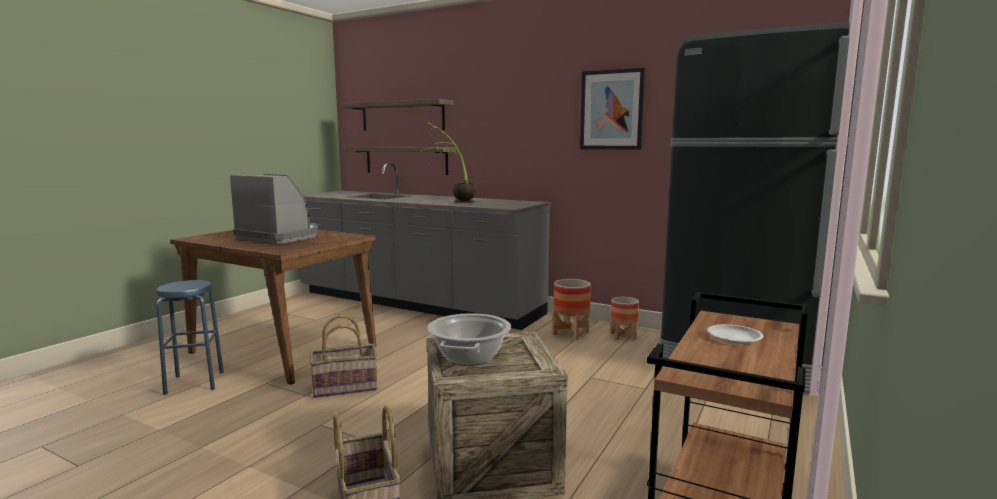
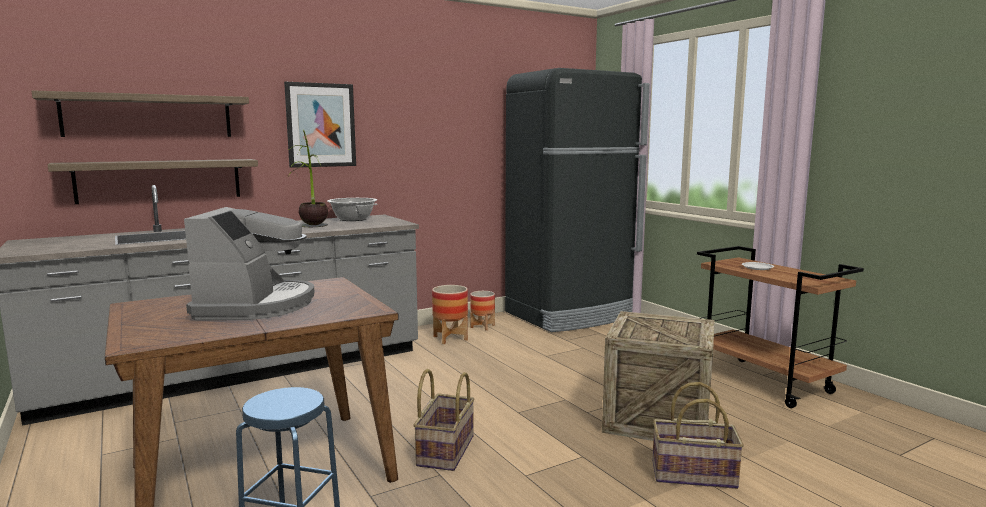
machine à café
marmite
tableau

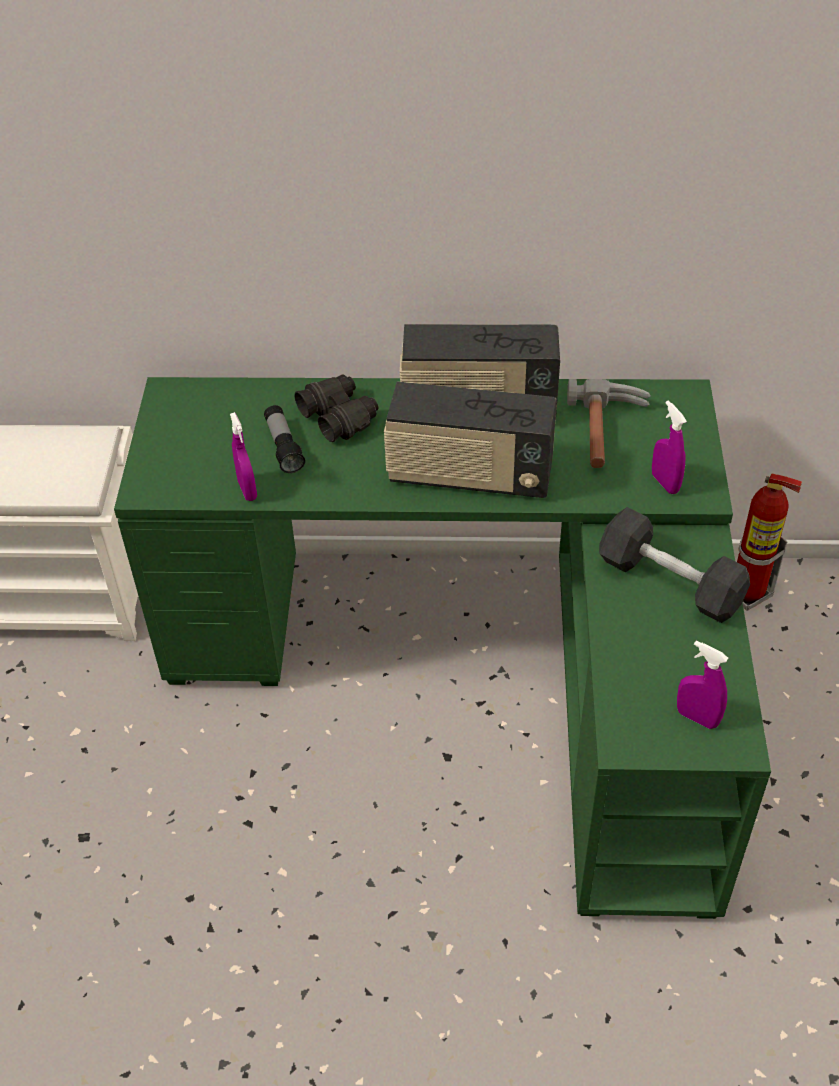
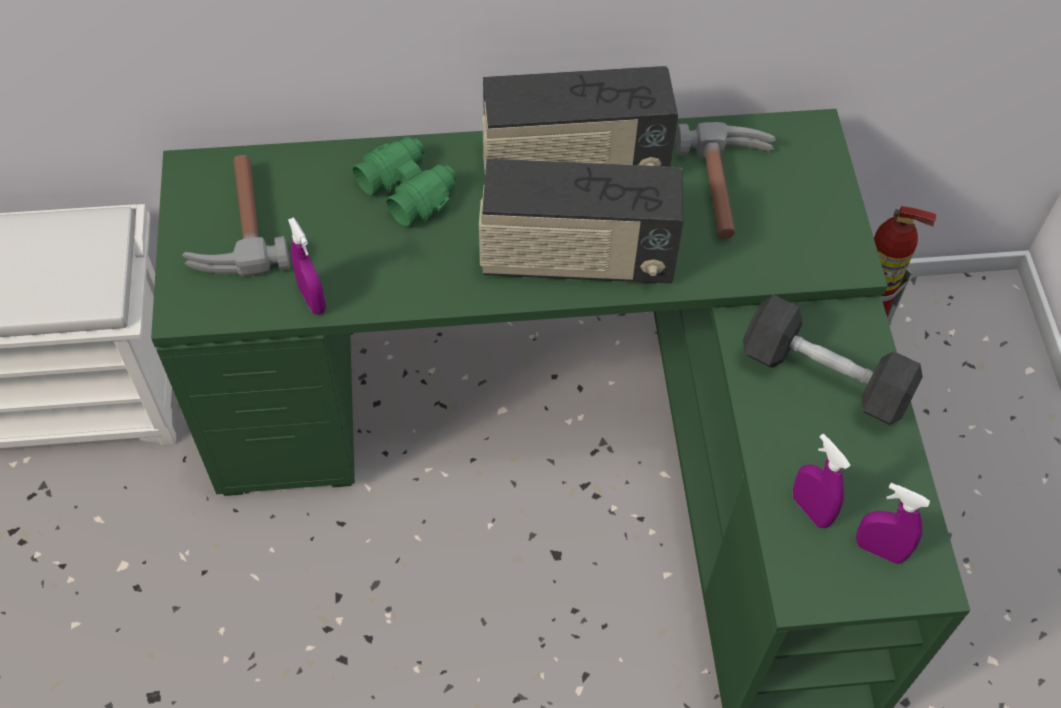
lampe de poche
jumelles (vert)
vaporisateur (violet) (2nd from left)
marteau (1st from left)

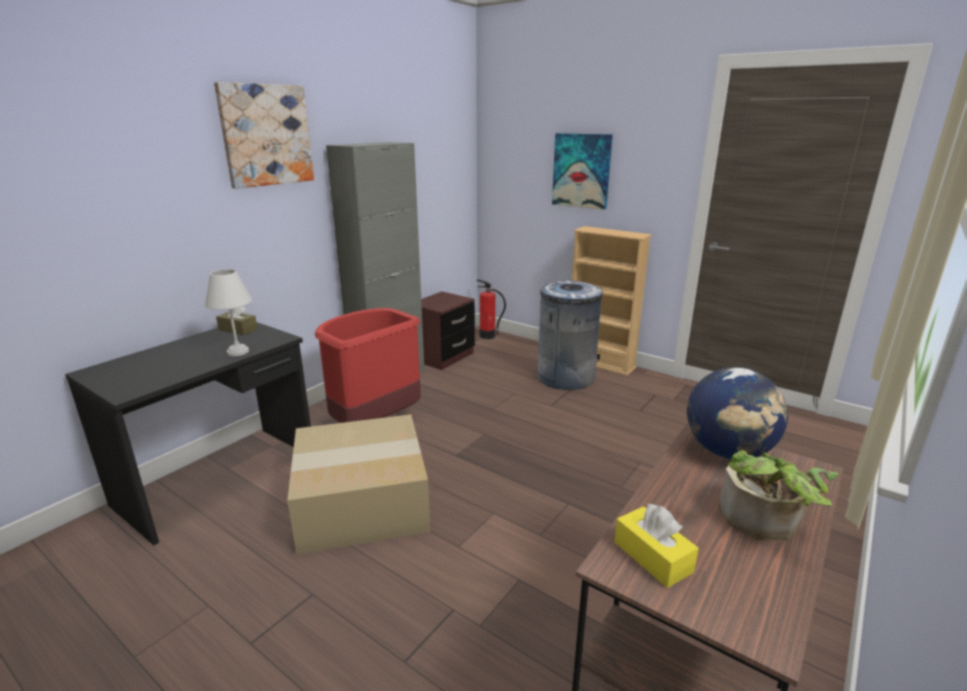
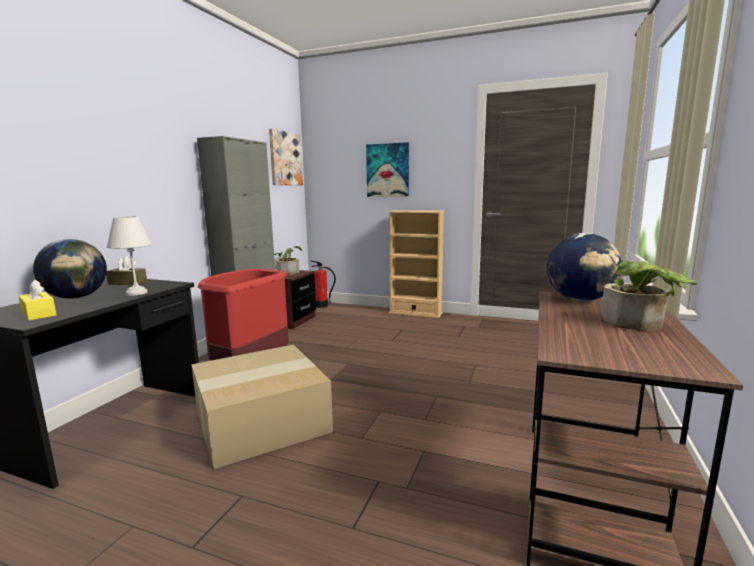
tableau (1st from left)
poubelle (gris)
boîte à mouchoirs (jaune)
globe (1st from left)
plante en pot (1st from left)

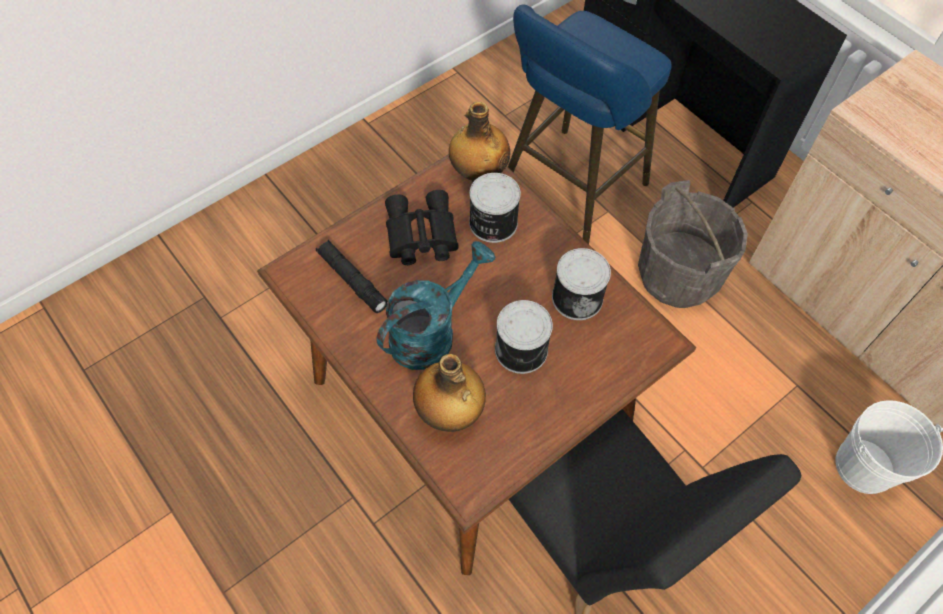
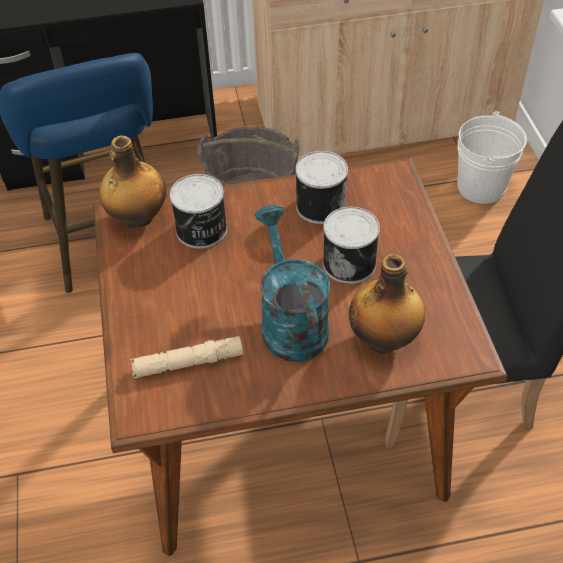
lampe de poche (beige)
jumelles (noir)

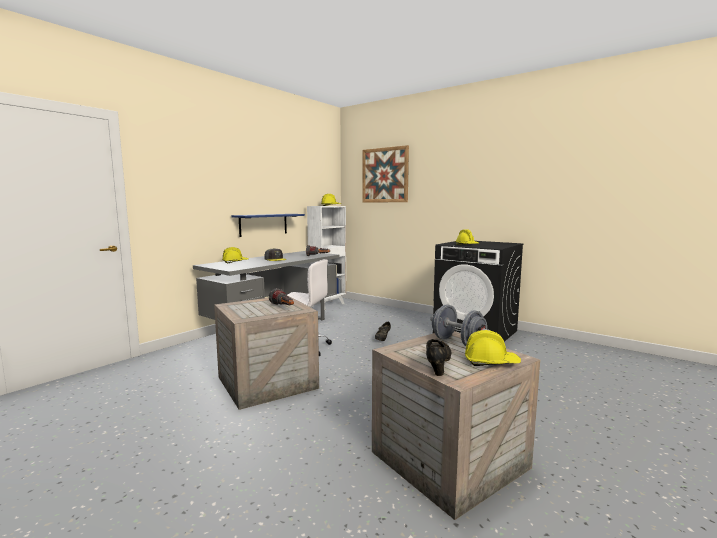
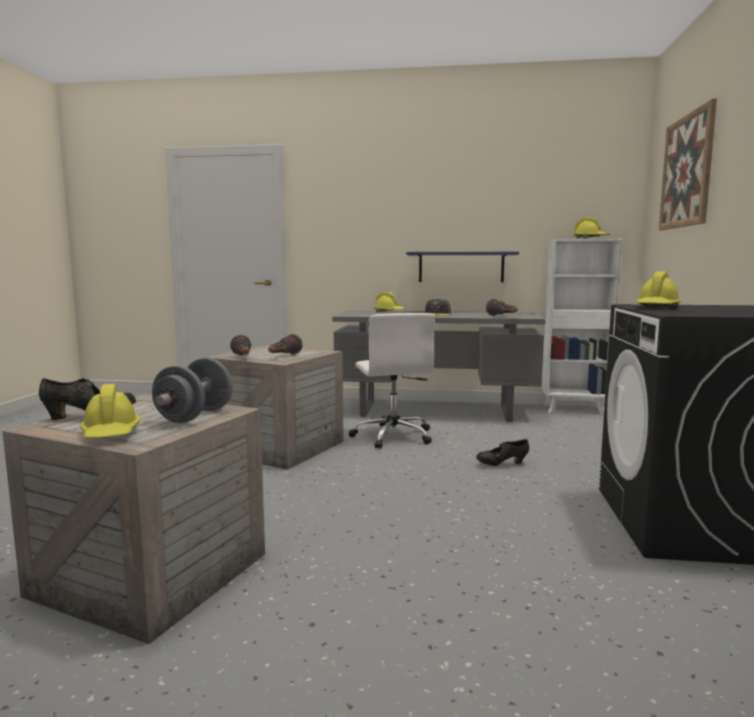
lampe de poche (1st from left)

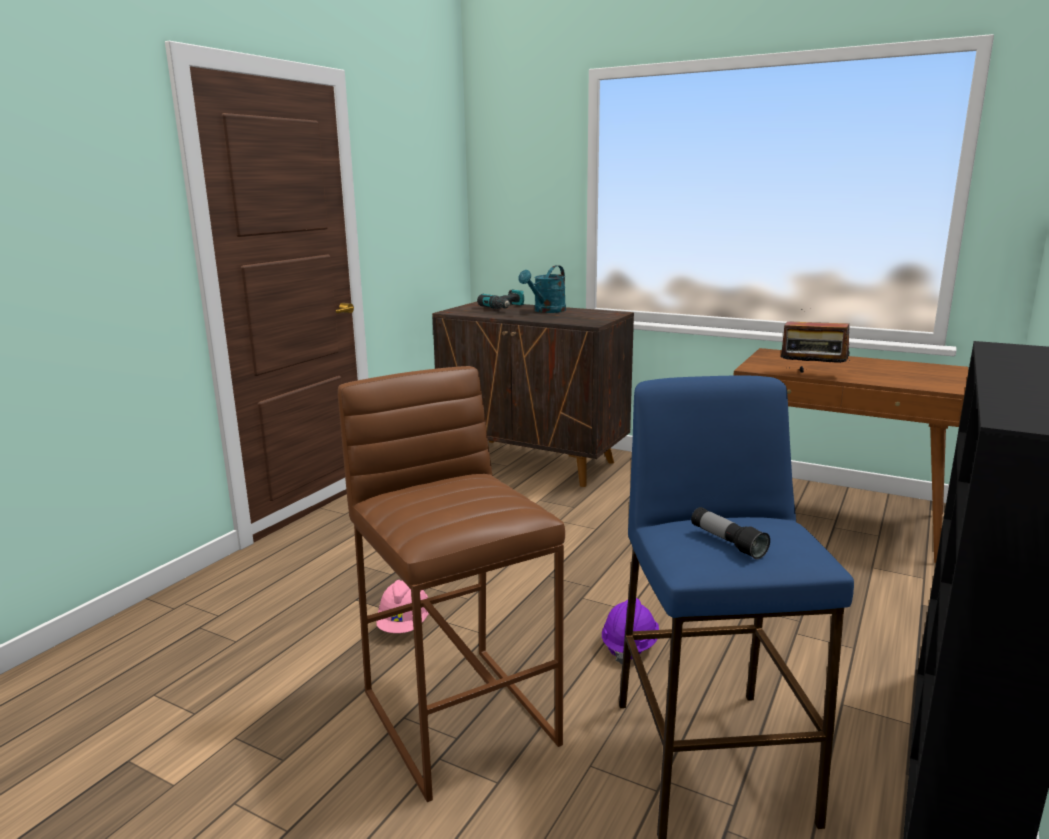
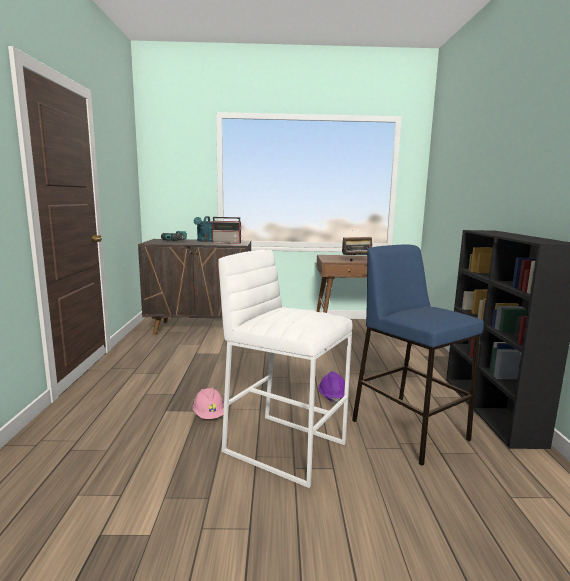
tabouret (blanc)
lampe de poche
radio (1st from left)

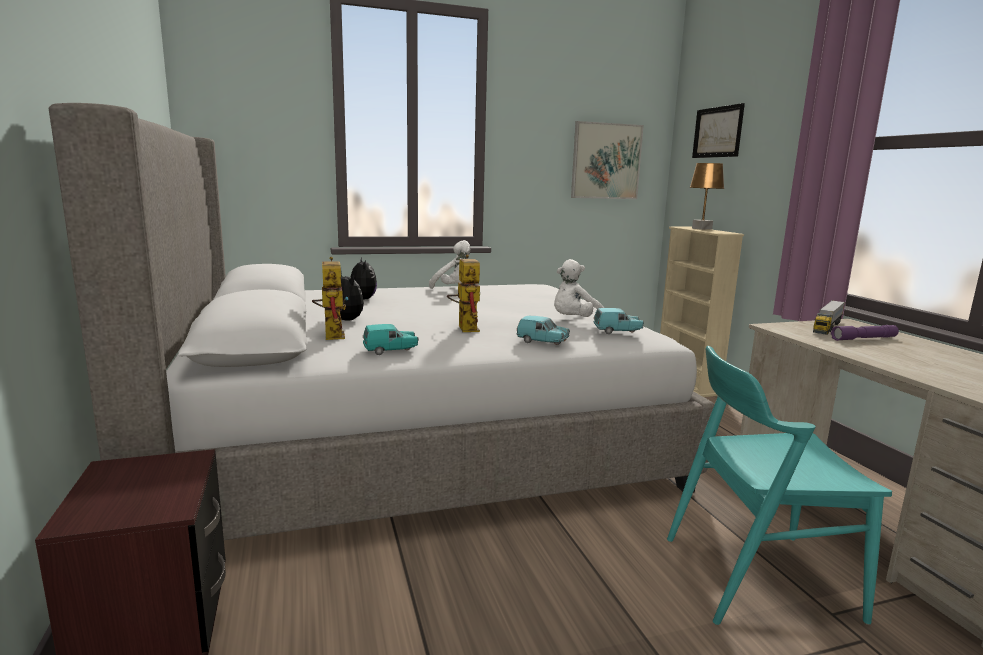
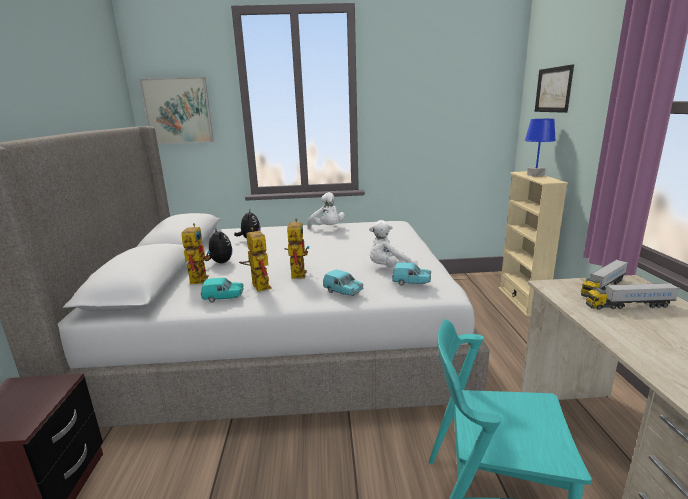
tableau (1st from left)
lampe de table (bleu)
camion jouet (2nd from left)
robot jouet (2nd from left)

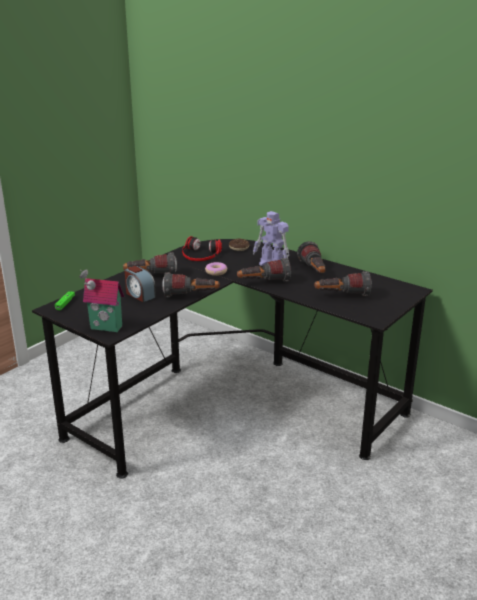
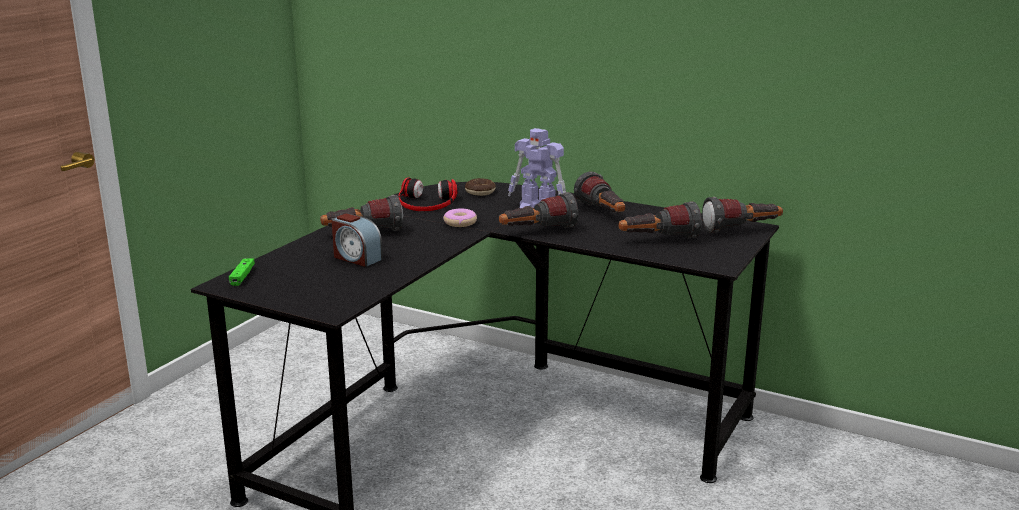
maison miniature
lampe de poche (5th from left)

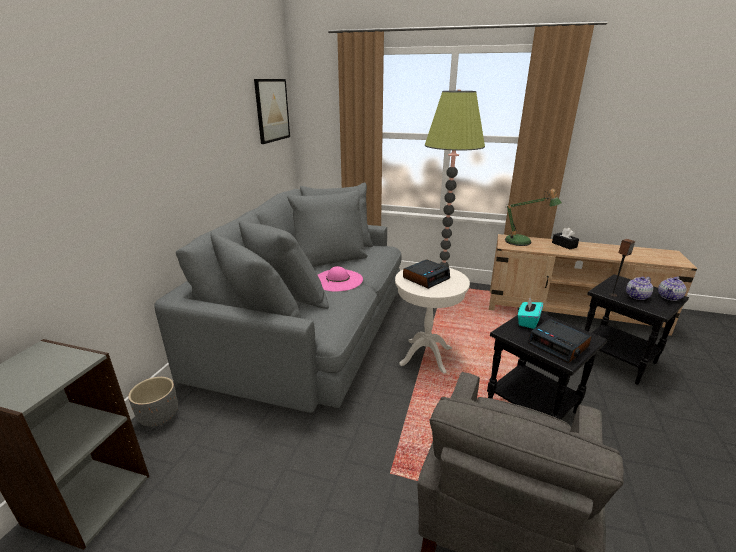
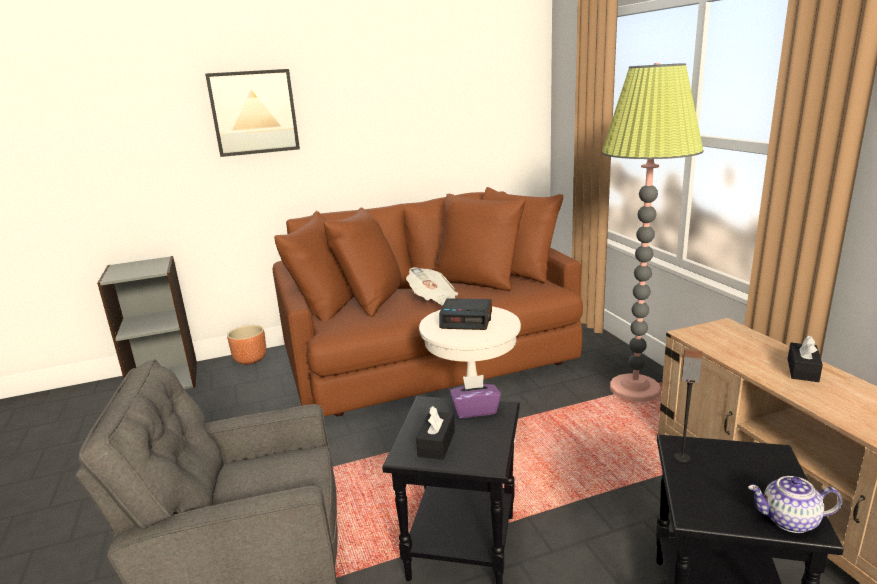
cache-pot (marron)
canapé (marron)
tableau
journal
lampe de table
boîte à mouchoirs (violet)
boîte à mouchoirs (noir) (1st from left)
théière (1st from left in the first image)

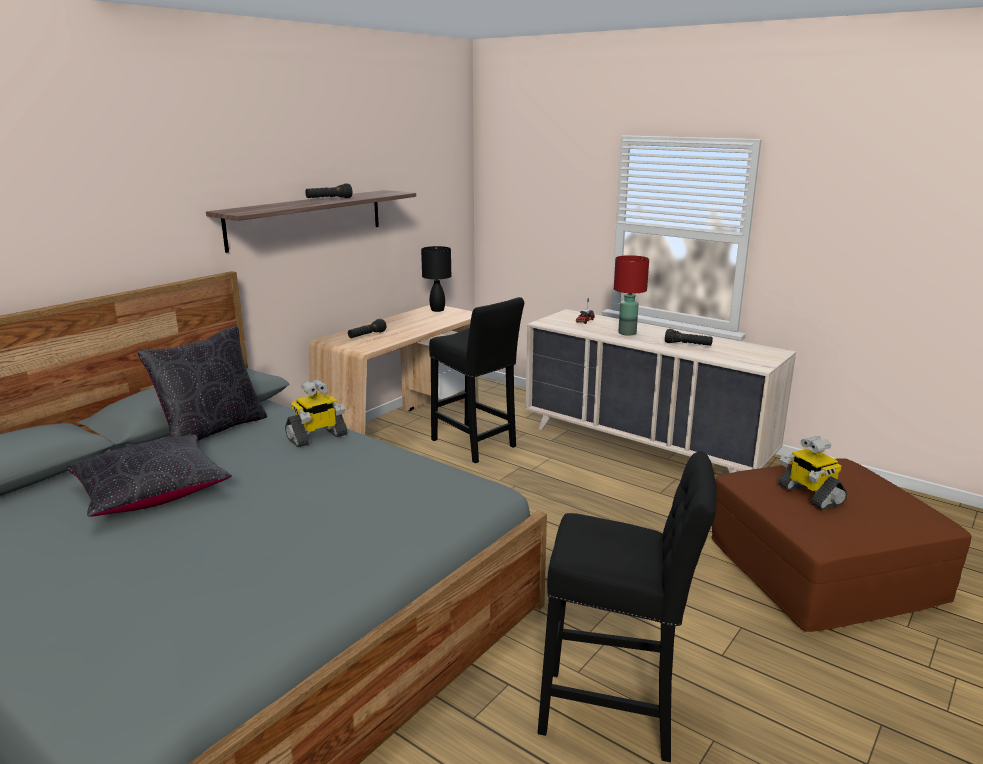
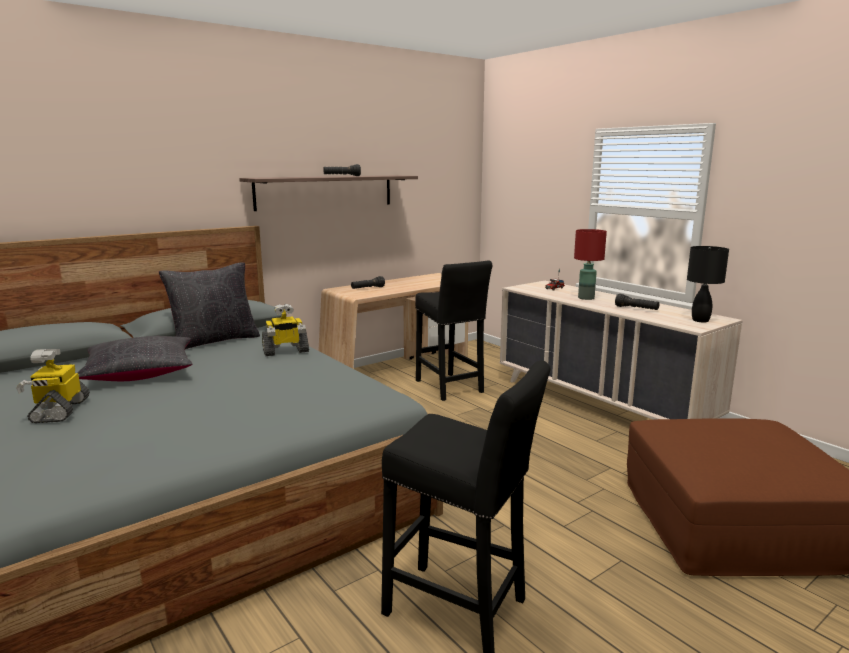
lampe de table (noir)
robot jouet (1st from left)

